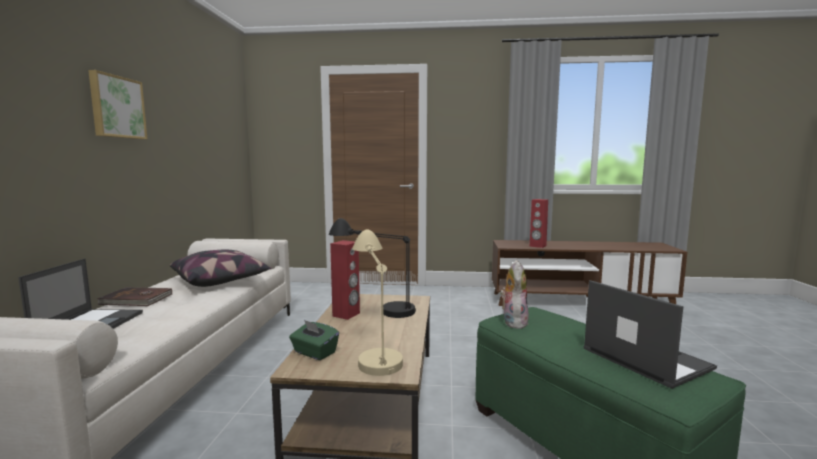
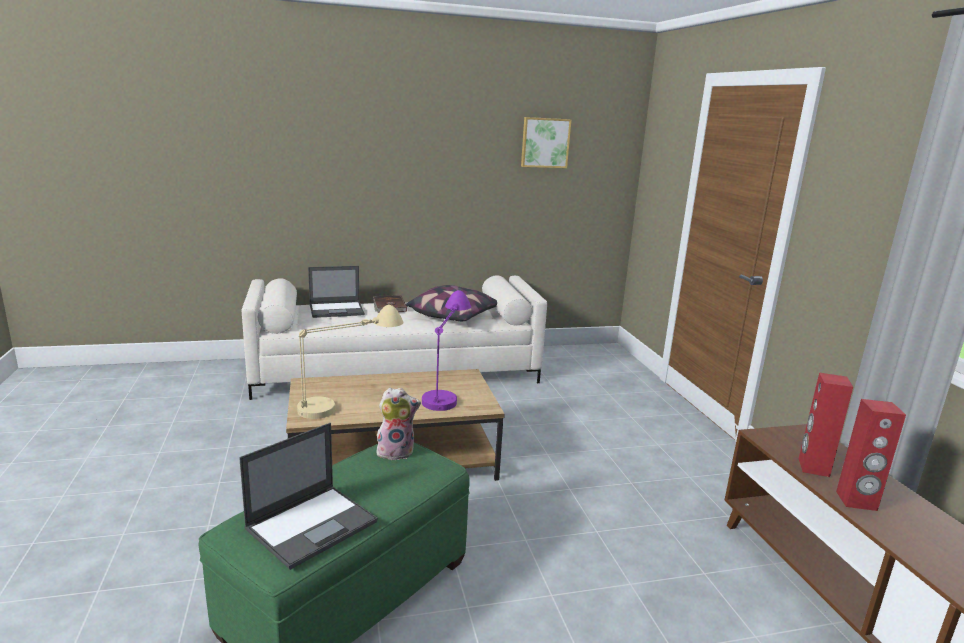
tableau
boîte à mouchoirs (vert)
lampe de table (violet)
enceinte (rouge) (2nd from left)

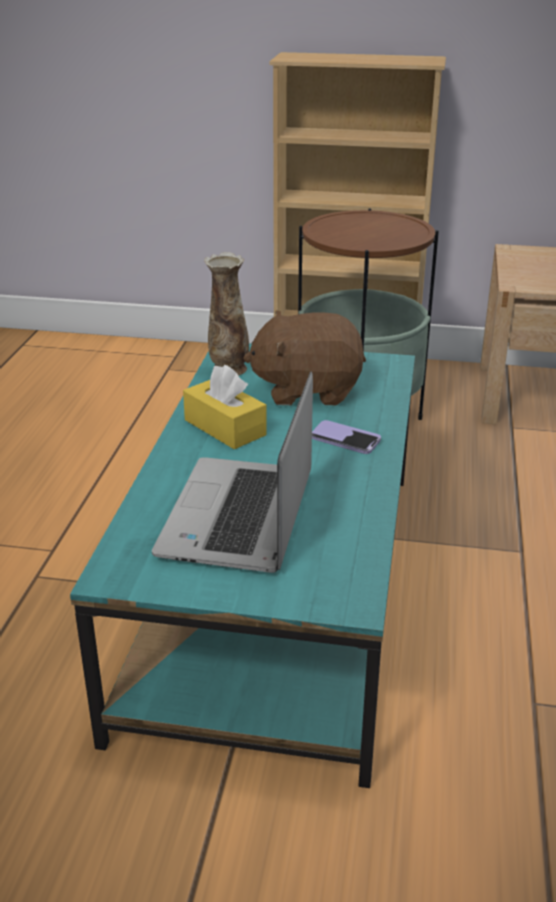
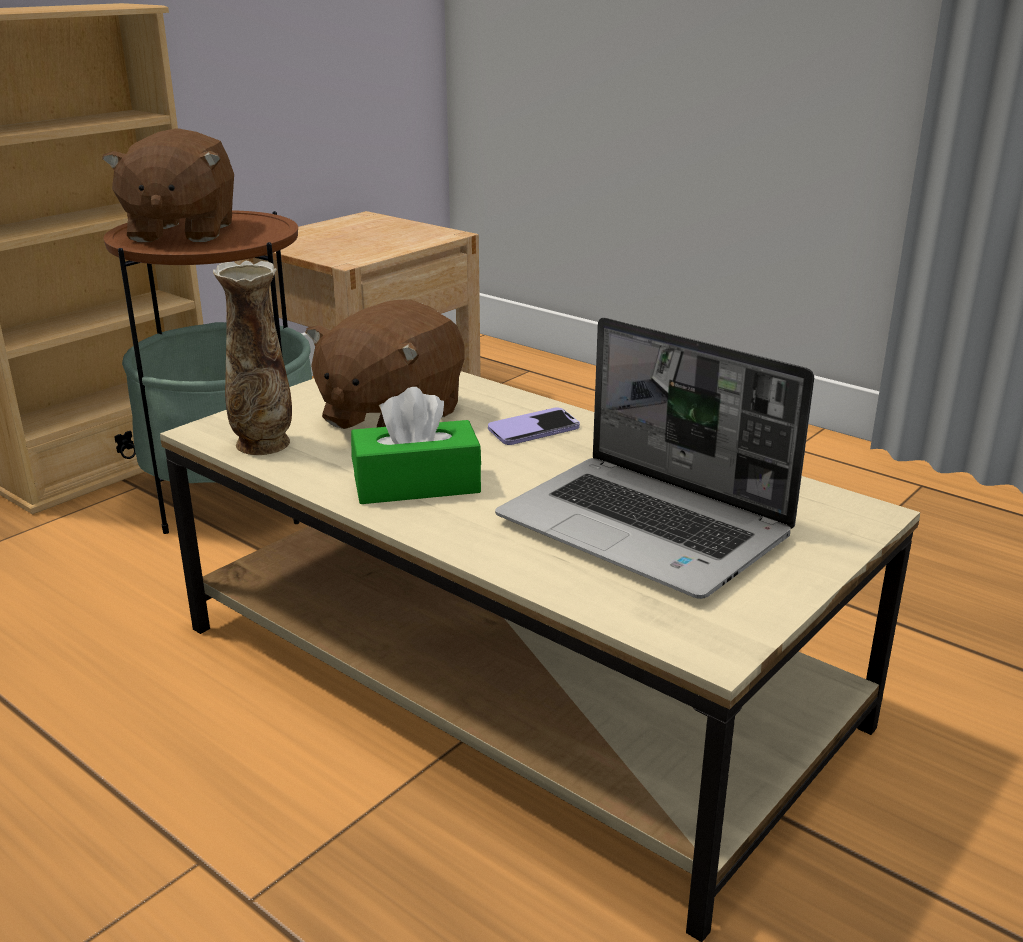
table basse (beige)
boîte à mouchoirs (vert)
peluche (marron) (1st from left)

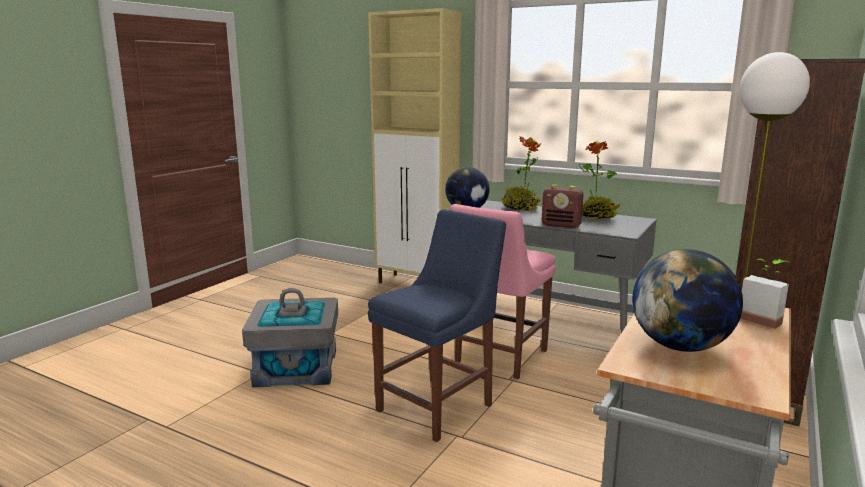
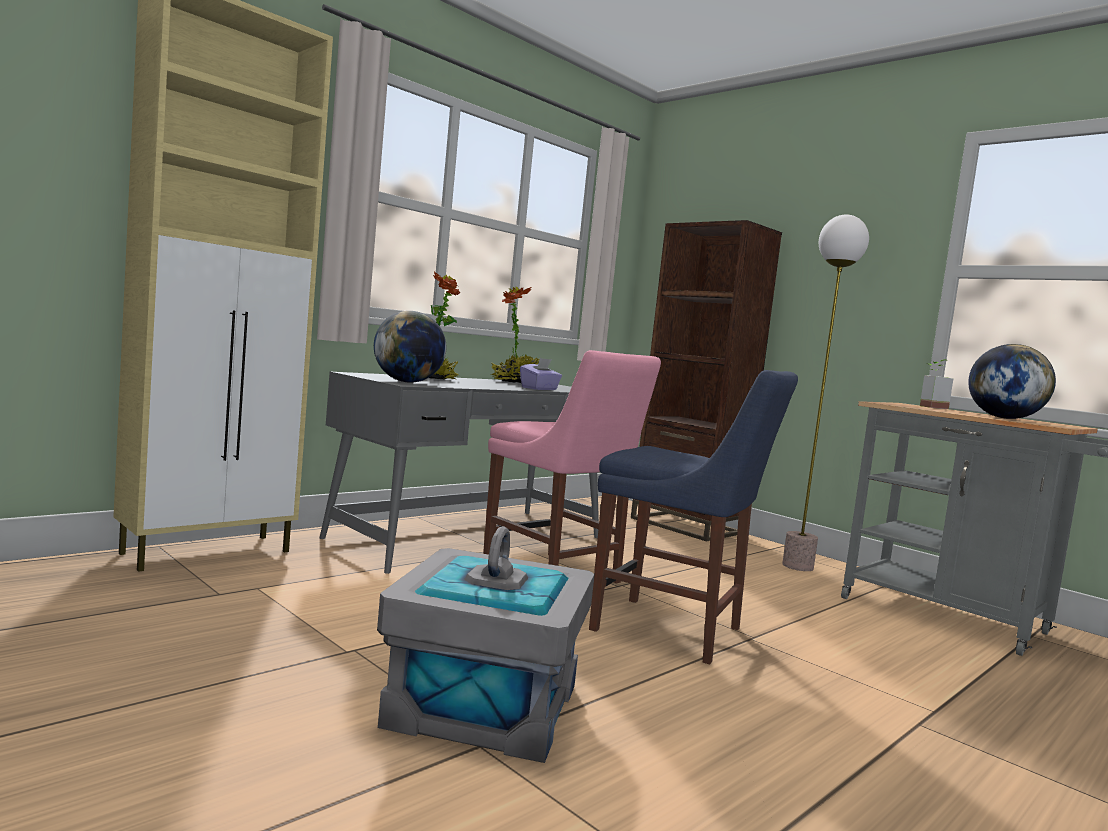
chaise (bleu)
boîte à mouchoirs (violet)

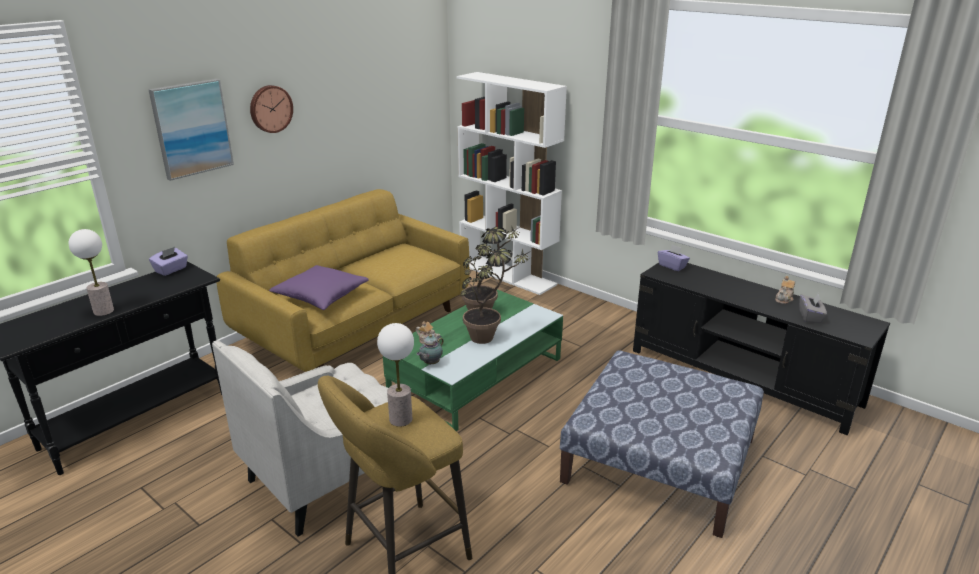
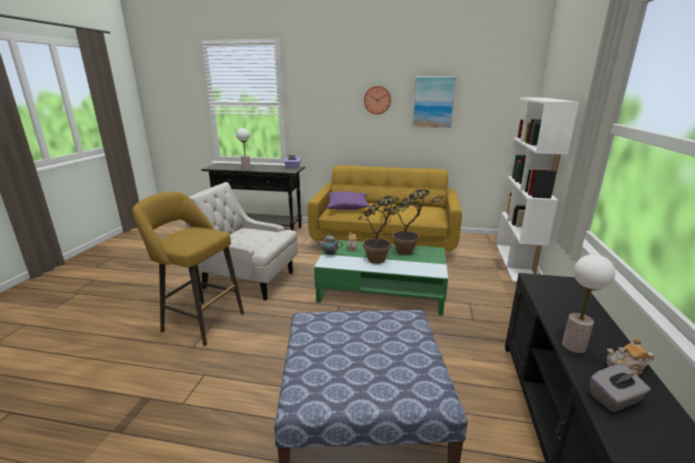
tableau
lampe de table (2nd from left)
boîte à mouchoirs (violet) (2nd from left in the first image)

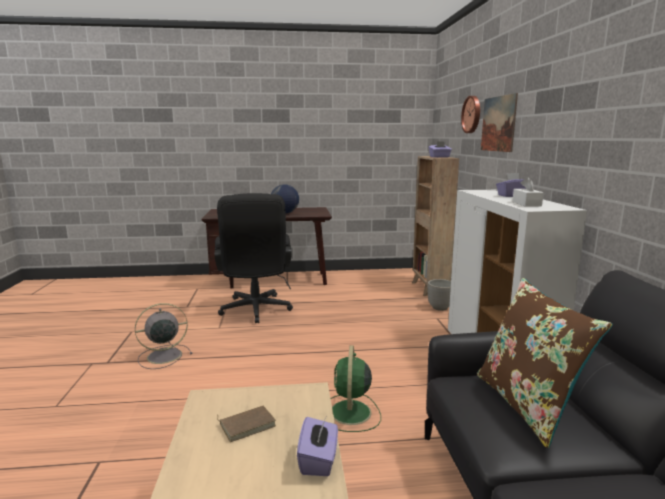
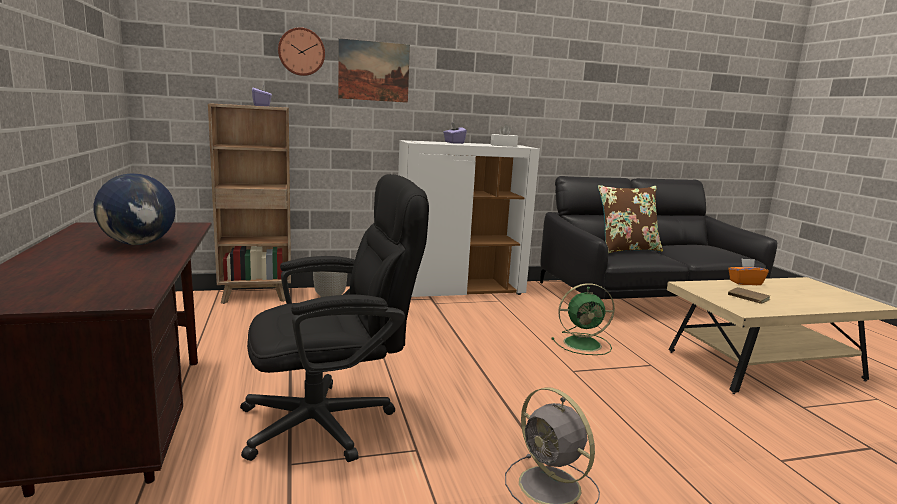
boîte à mouchoirs (orange)

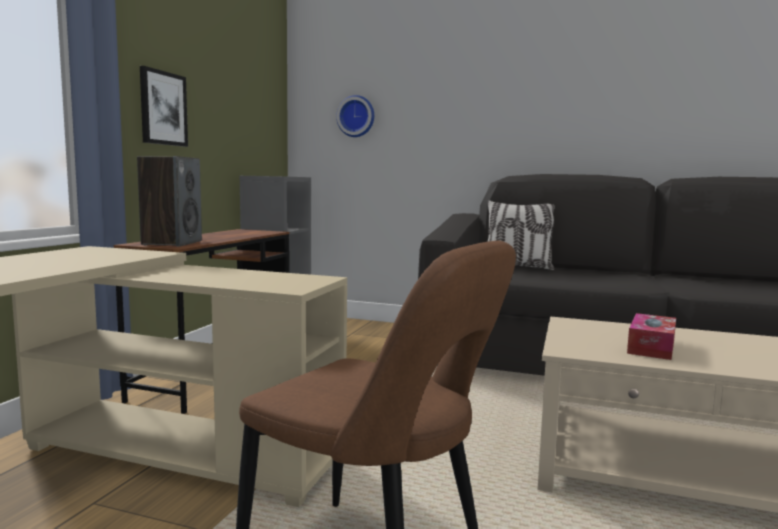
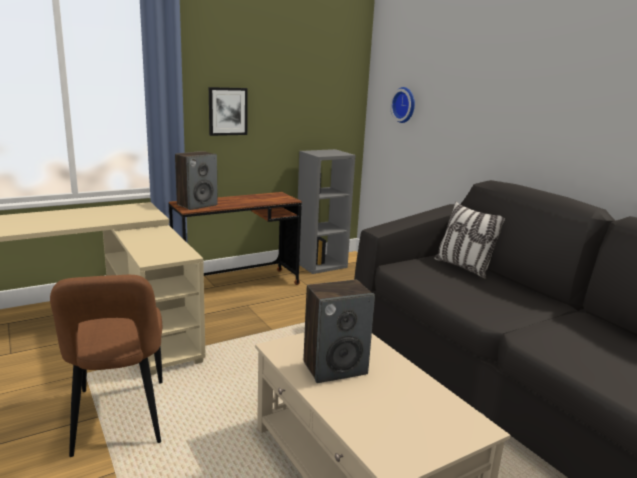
enceinte (2nd from left)

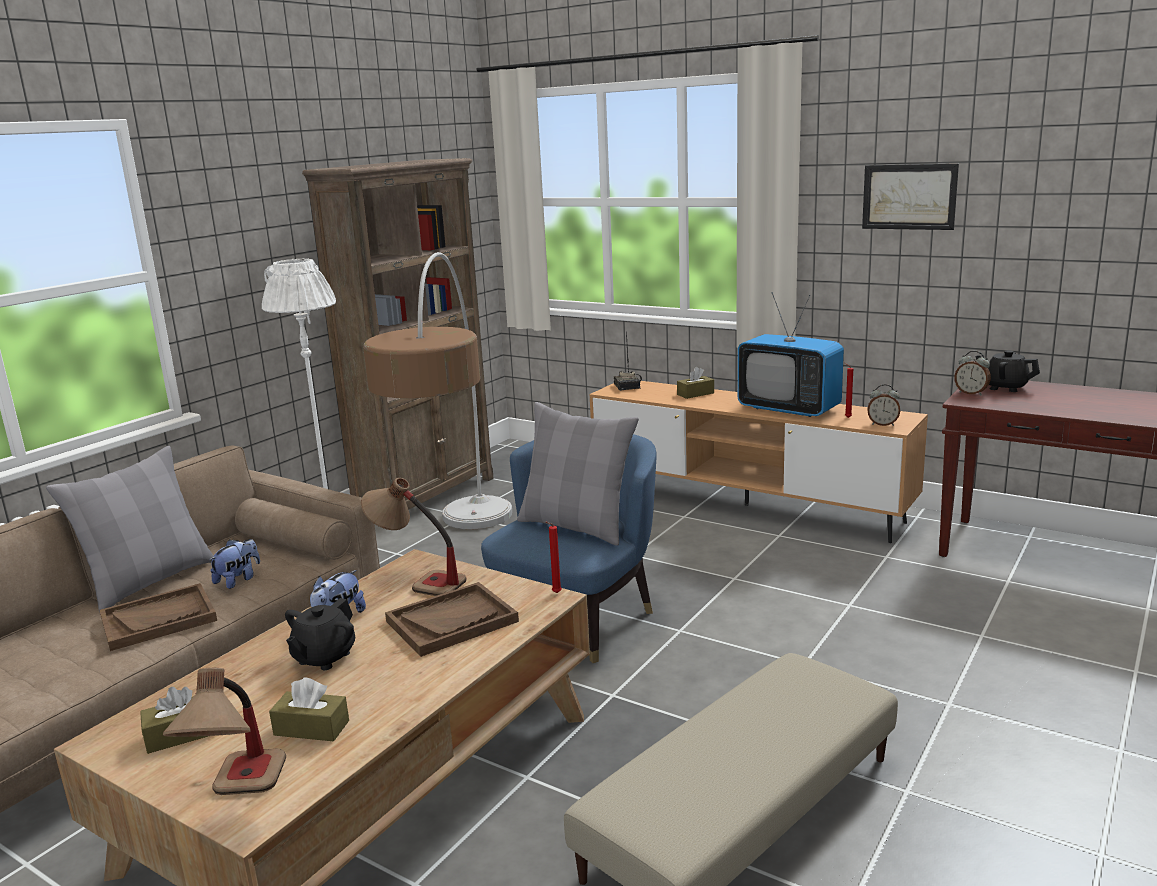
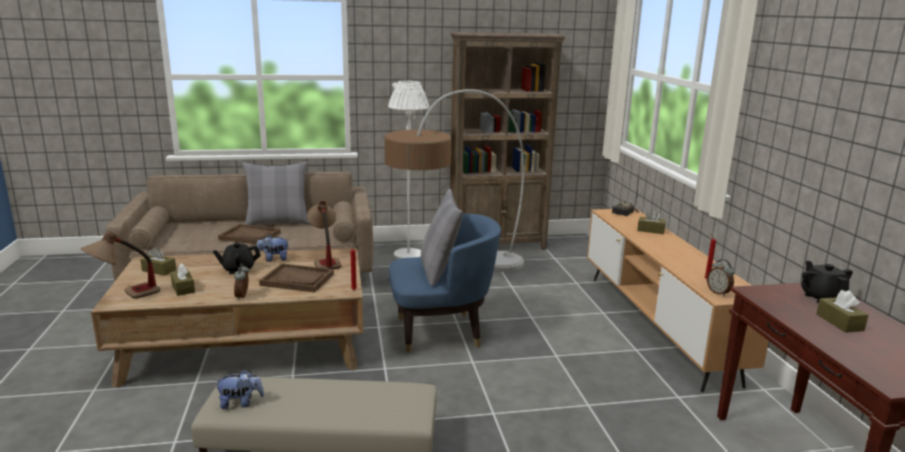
peluche (1st from left)
téléviseur
tableau
réveil (1st from left)
boîte à mouchoirs (marron) (4th from left)

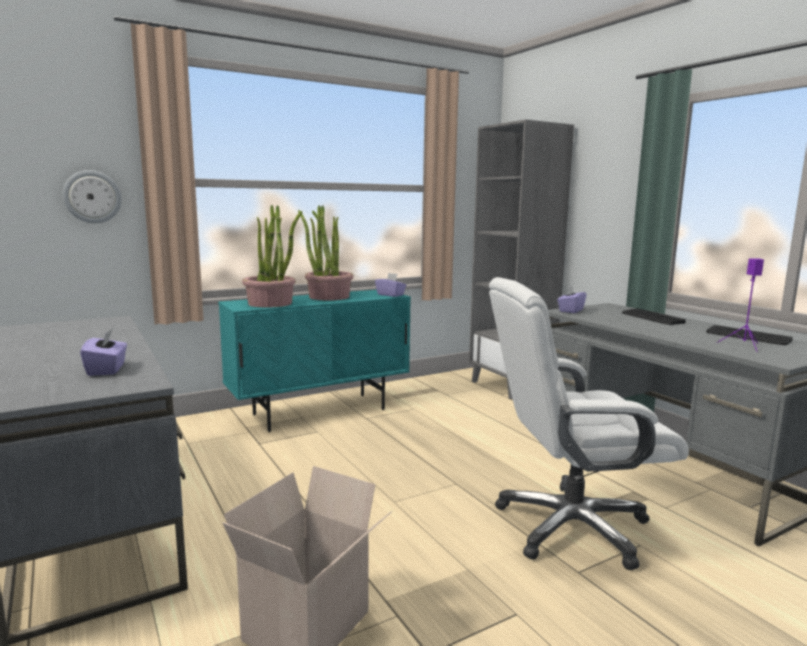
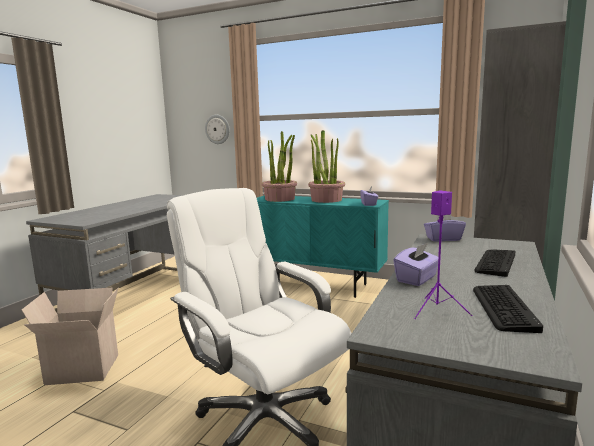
boîte à mouchoirs (violet) (2nd from left)

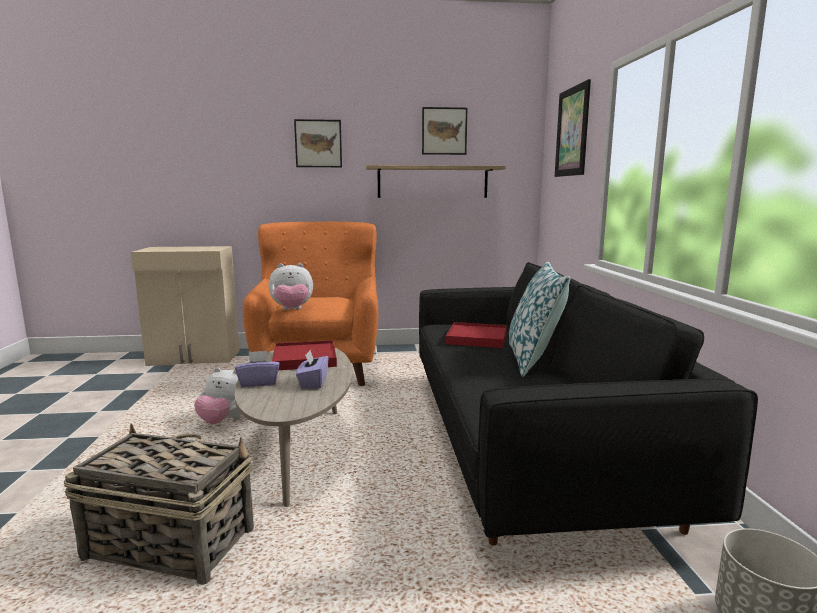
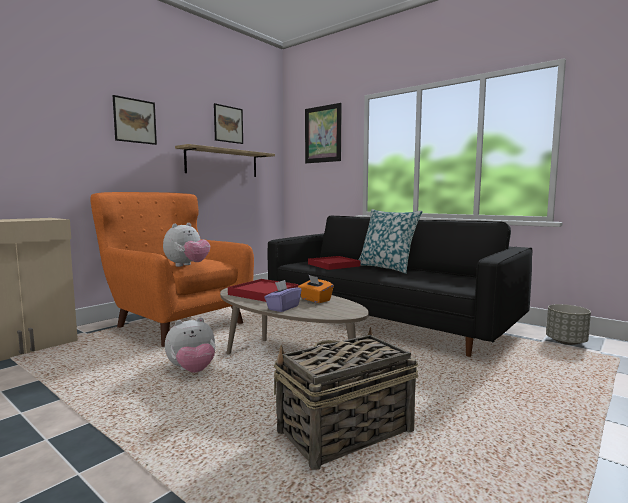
boîte à mouchoirs (orange)

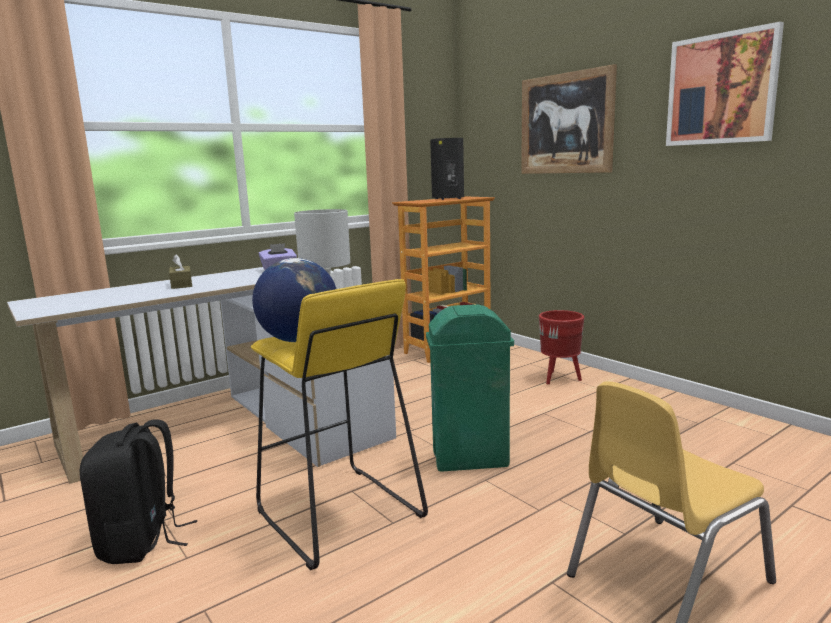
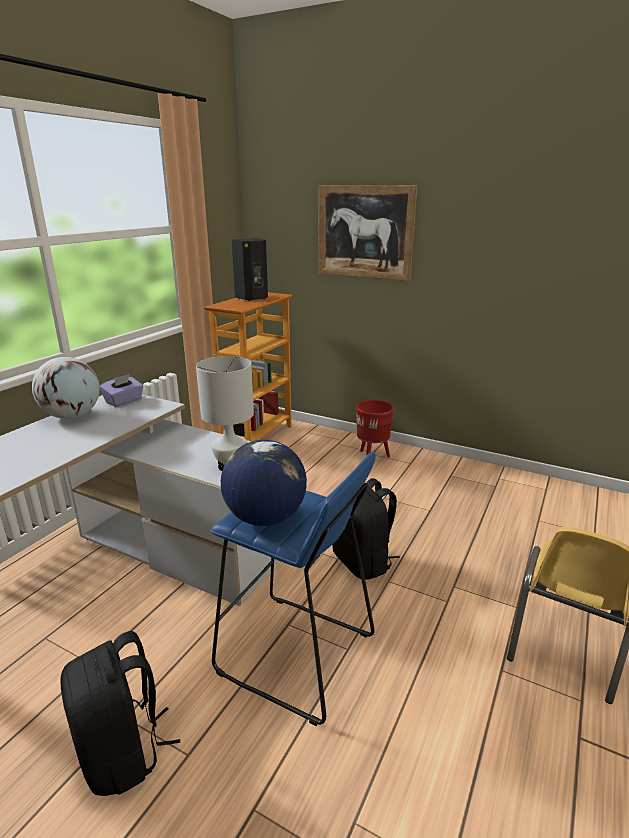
boîte à mouchoirs (marron)
tabouret (bleu)
sac à dos (noir) (2nd from left)
tableau (2nd from left in the first image)
globe (1st from left)

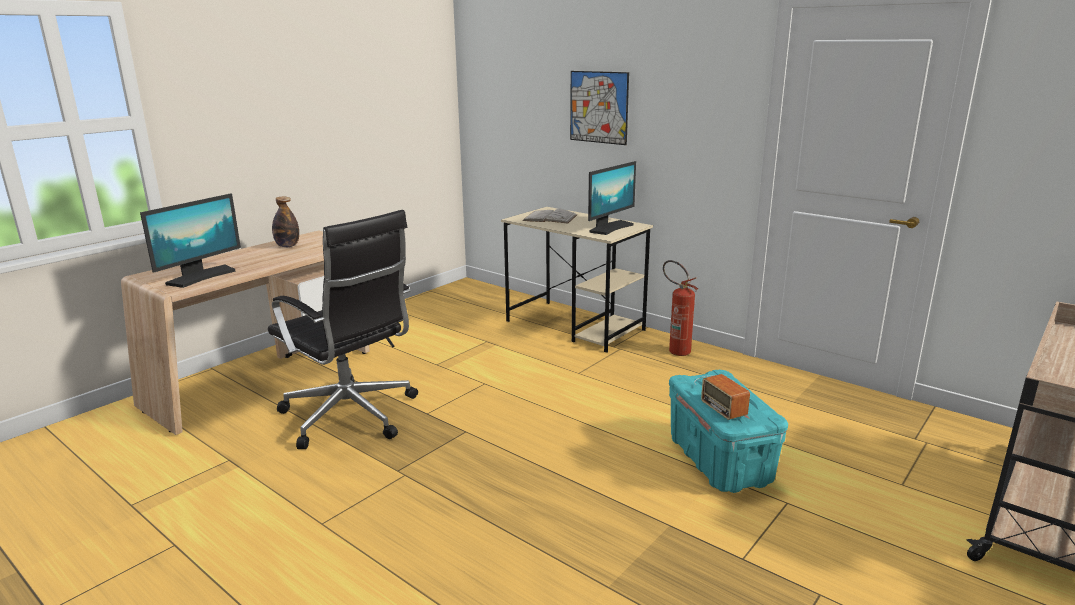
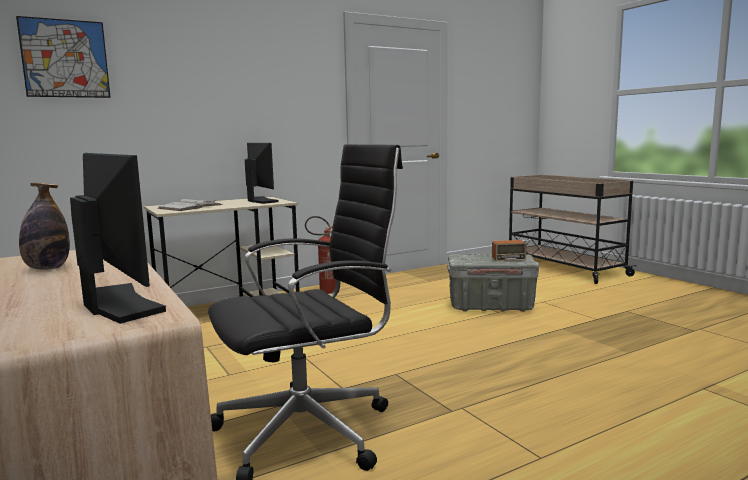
tableau
boîte de rangement (gris)

